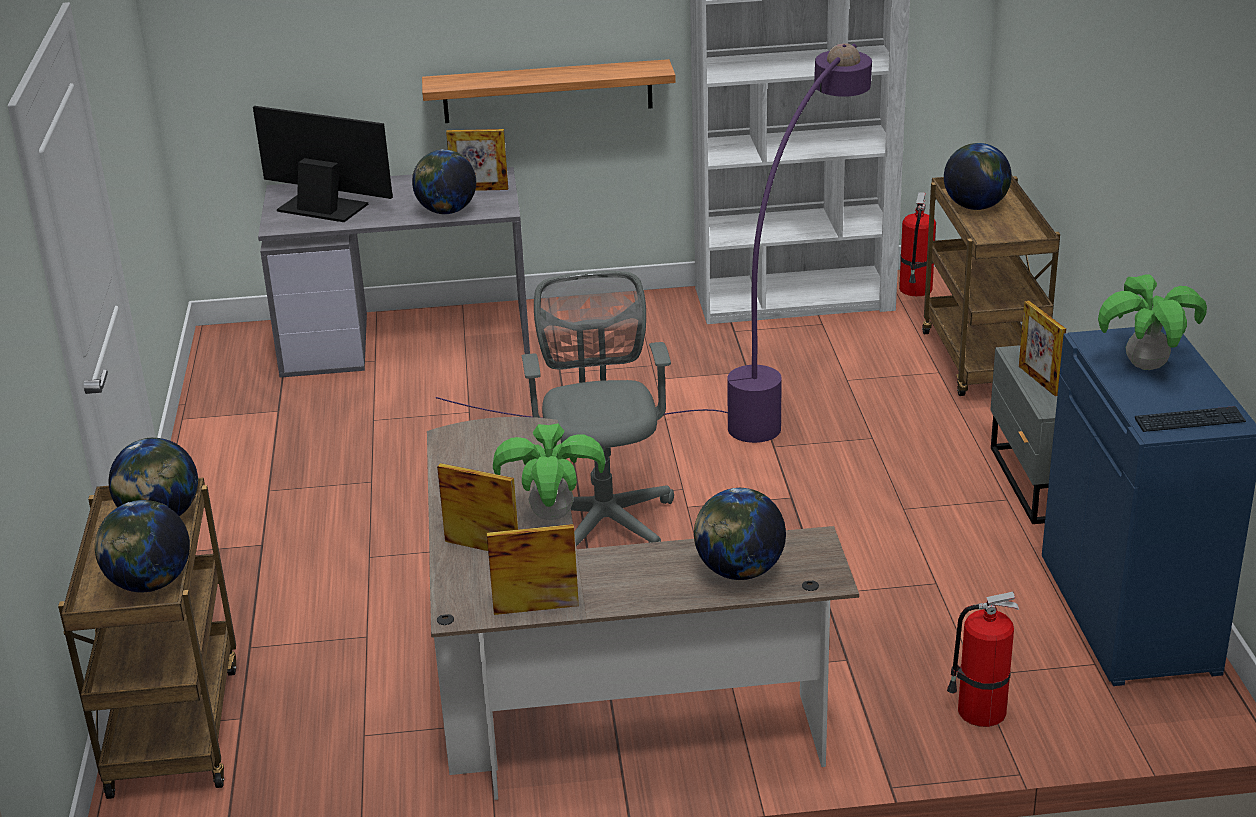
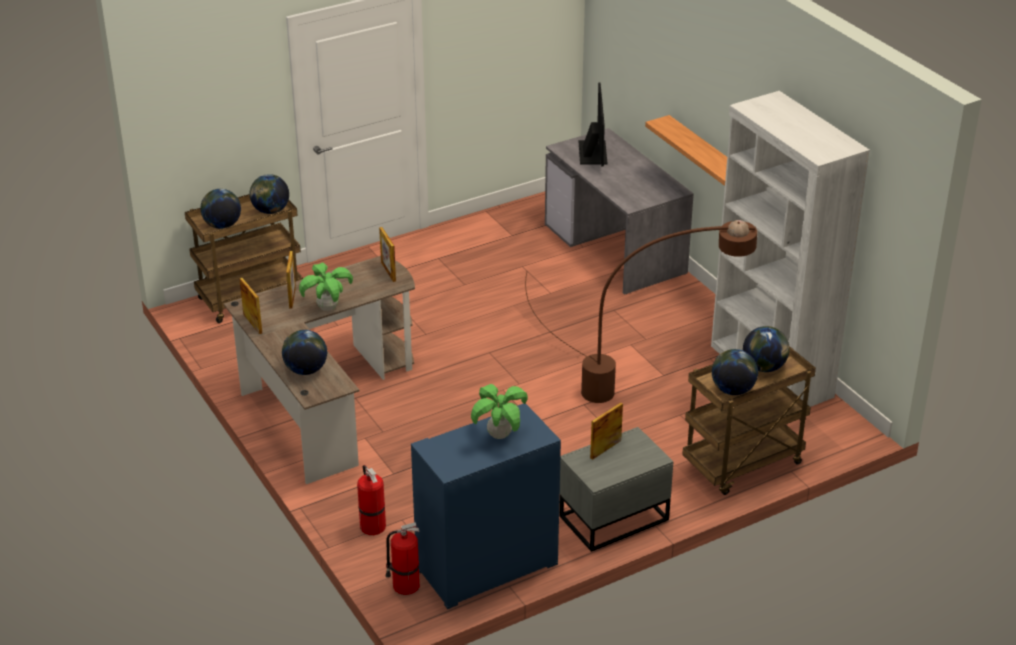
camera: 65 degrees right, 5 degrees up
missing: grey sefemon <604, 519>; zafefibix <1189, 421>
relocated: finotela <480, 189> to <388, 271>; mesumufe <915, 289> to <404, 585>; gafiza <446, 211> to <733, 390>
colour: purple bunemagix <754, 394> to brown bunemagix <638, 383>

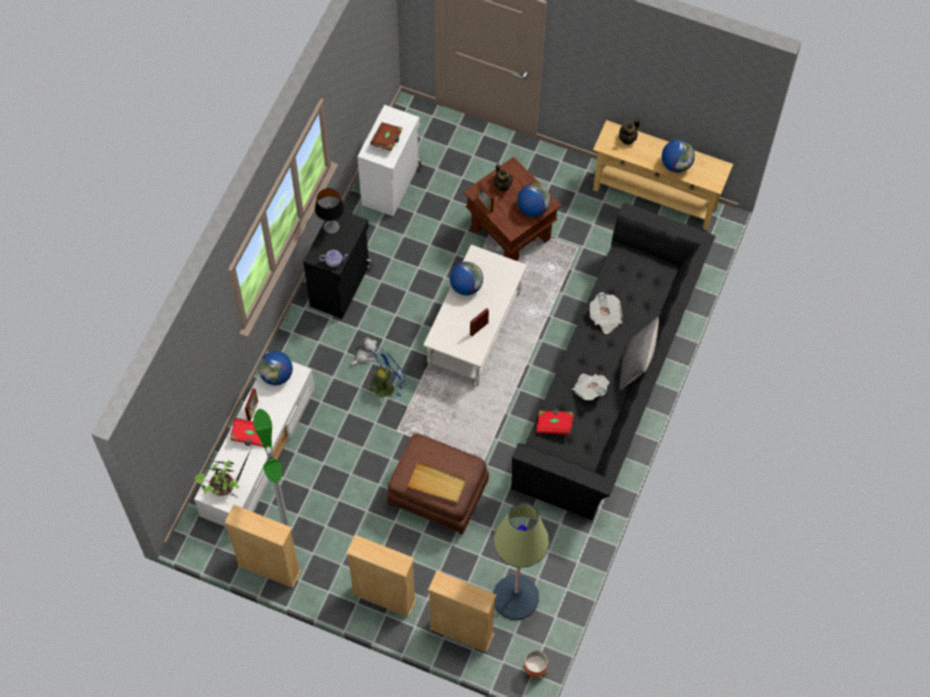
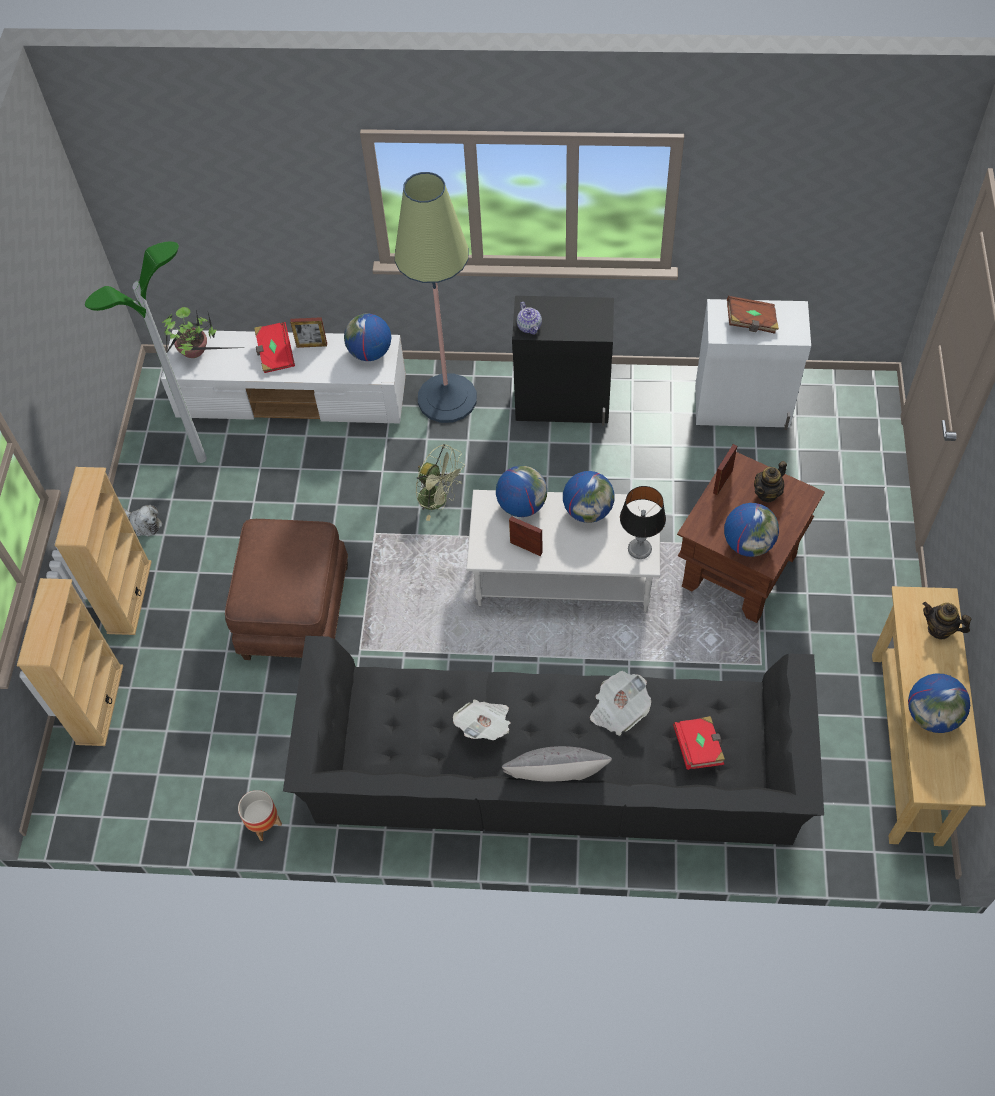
camera: 75 degrees right, 5 degrees down
missing: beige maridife <269, 568>; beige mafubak <437, 484>
appeared: gafiza <521, 505>
relocated: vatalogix <365, 355> to <144, 524>; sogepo <534, 670> to <264, 823>; bunemagix <515, 597> to <447, 399>; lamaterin <331, 227> to <639, 549>; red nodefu <554, 425> to <699, 747>
colour: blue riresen <387, 384> to green riresen <439, 500>

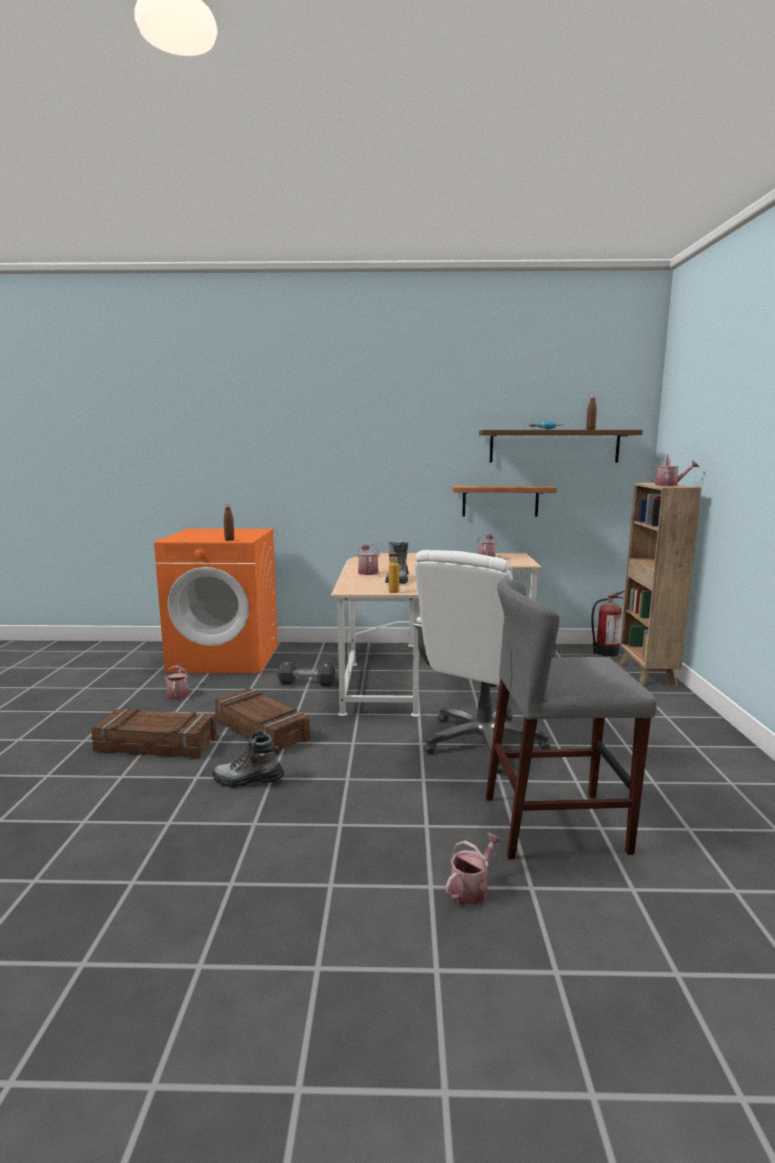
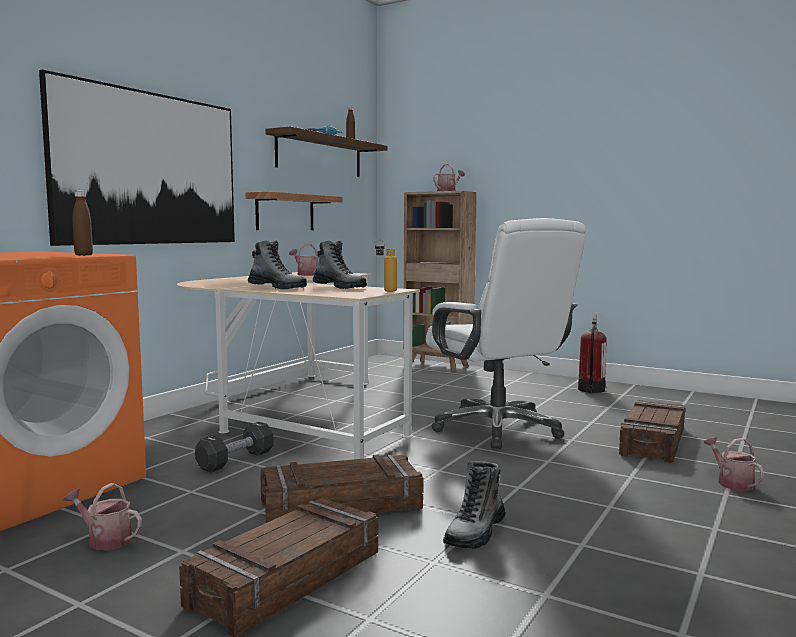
camera: 60 degrees left, 5 degrees down
appeared: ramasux <150, 169>
relocated: mesumufe <605, 653> to <591, 390>
exchanged: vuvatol <367, 572> to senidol <277, 288>; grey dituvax <555, 824> to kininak <652, 441>

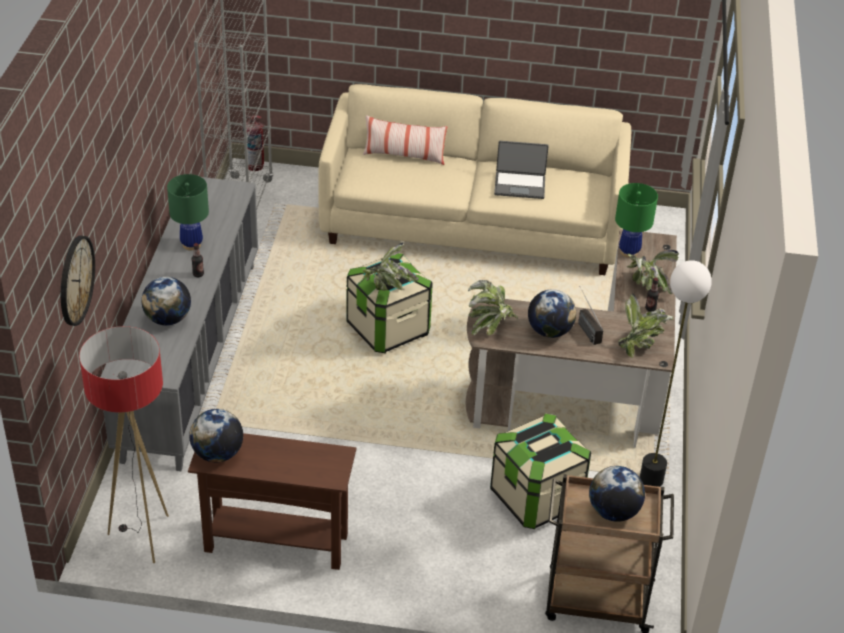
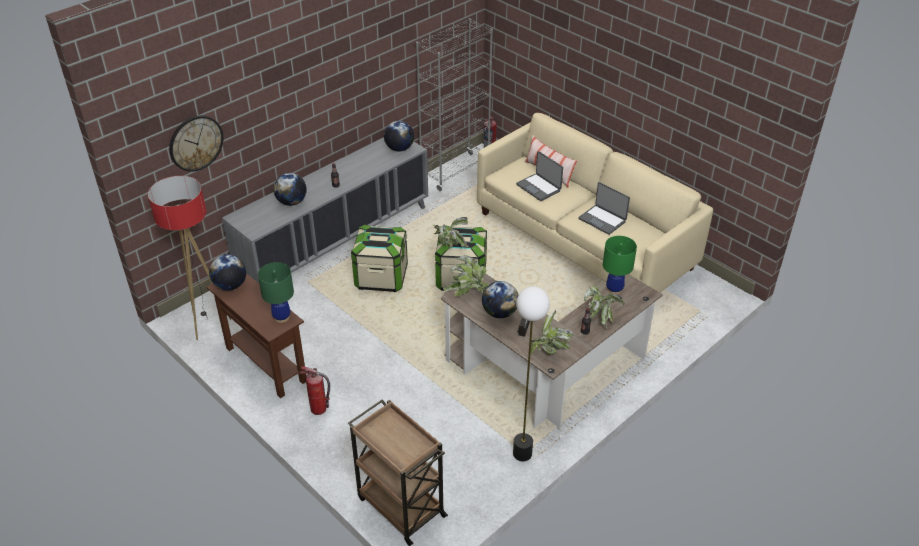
camera: 40 degrees right, 0 degrees up
appeared: mesumufe <318, 409>; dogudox <539, 187>
relocated: green lamaterin <191, 244> to <282, 317>; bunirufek <536, 498> to <381, 277>; gafiza <613, 512> to <399, 148>

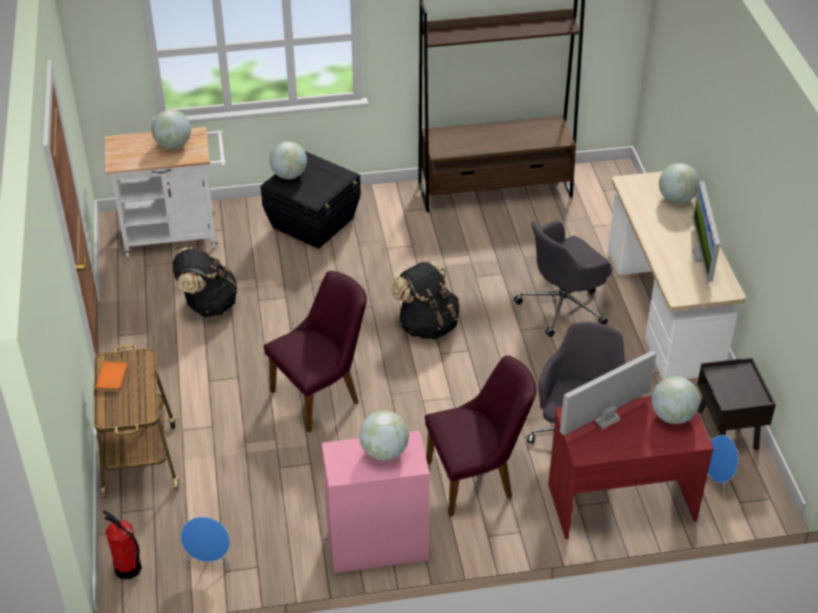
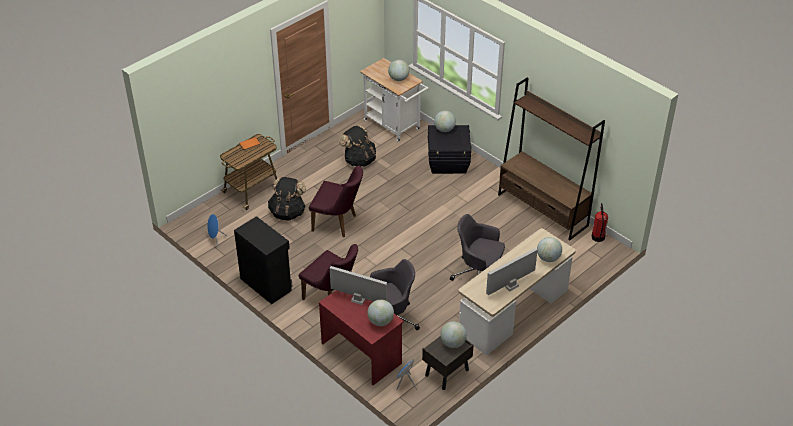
camera: 55 degrees right, 0 degrees up
relocated: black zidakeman <427, 325> to <288, 212>; gafiza <384, 452> to <453, 343>; mesumufe <128, 568> to <598, 237>
colour: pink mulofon <376, 544> to black mulofon <266, 284>

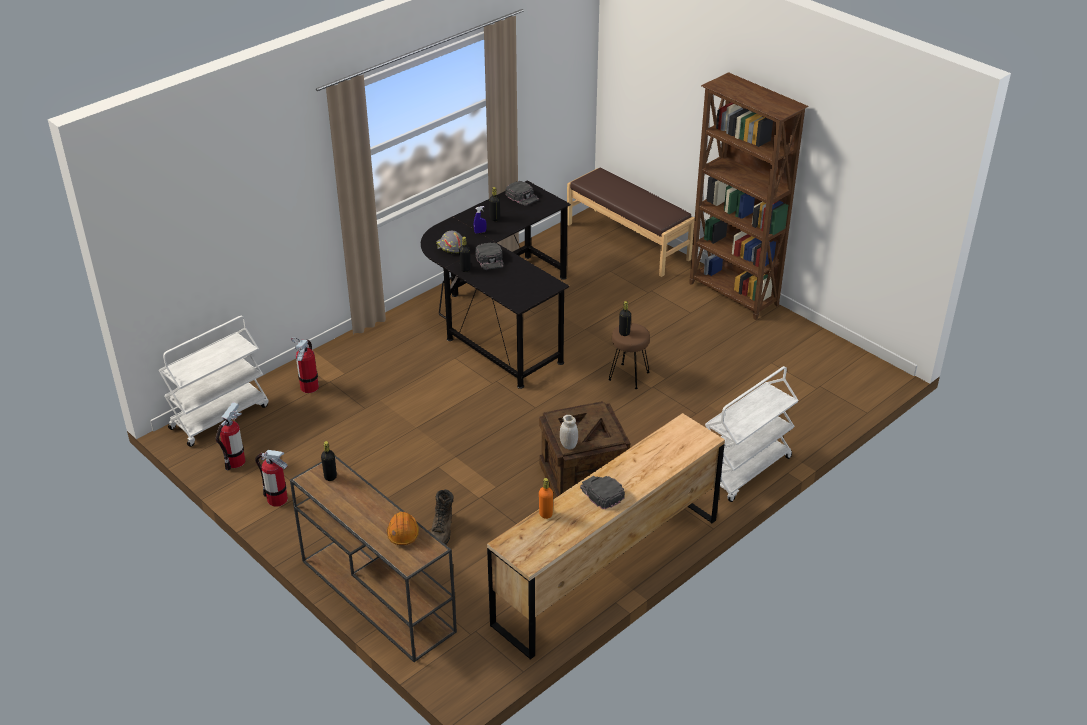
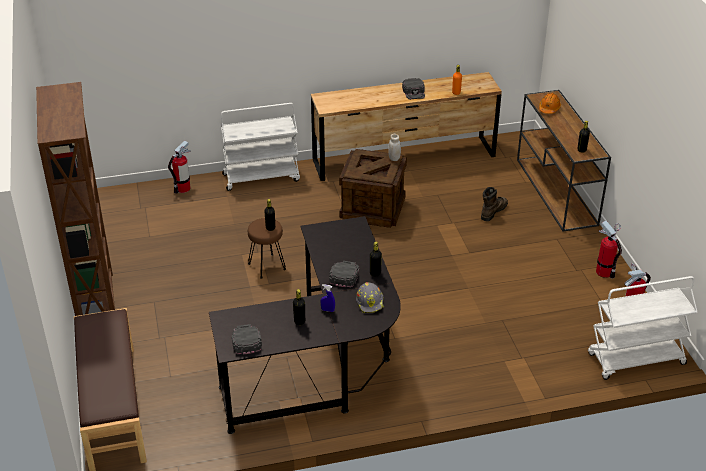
camera: 150 degrees left, 0 degrees up
relocated: mesumufe <309, 387> to <182, 188>

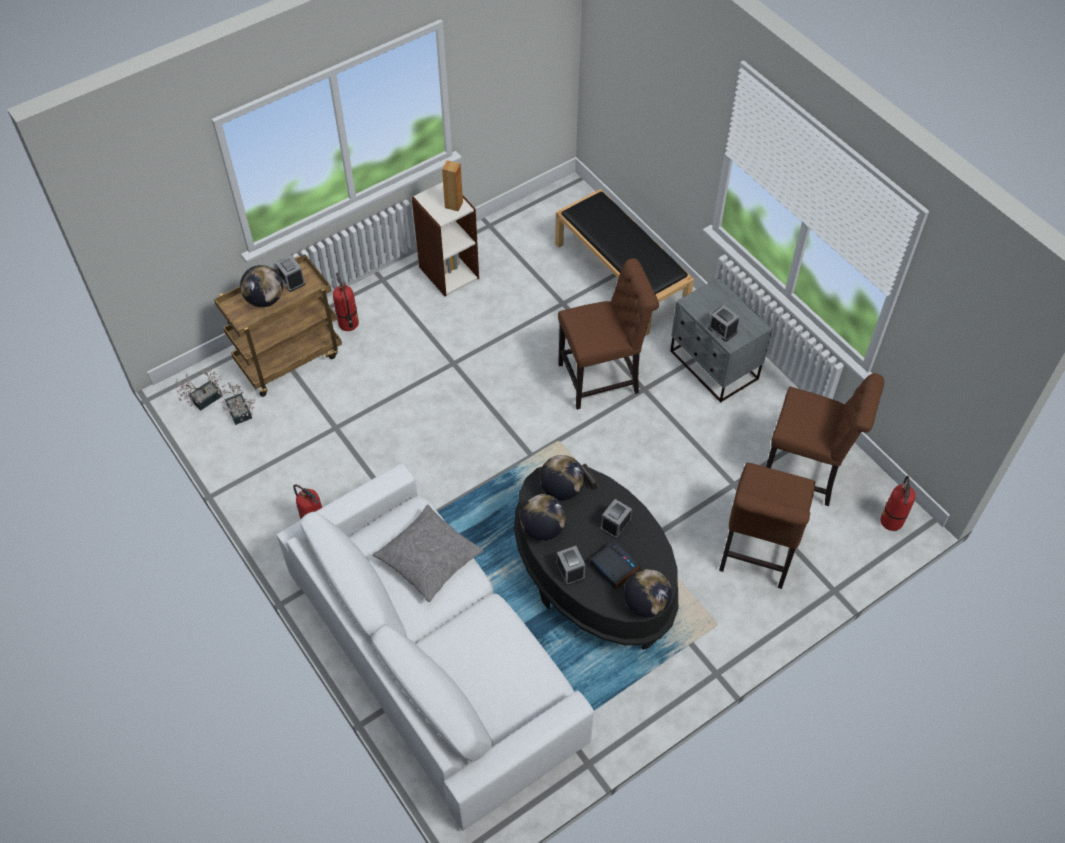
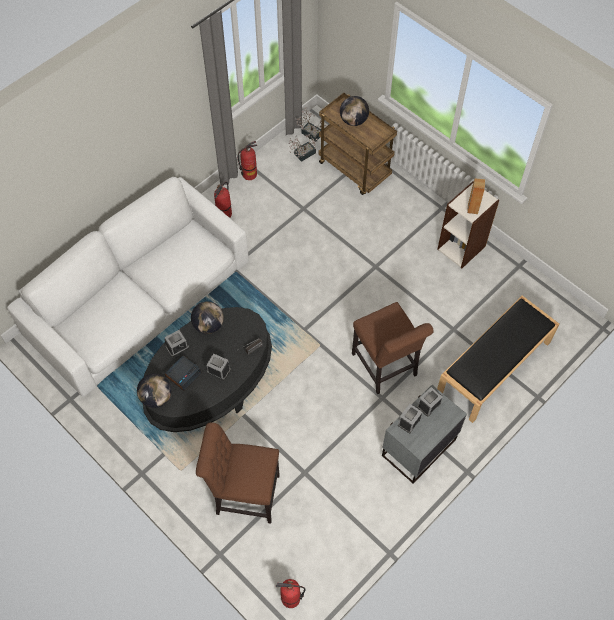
camera: 80 degrees right, 5 degrees up
missing: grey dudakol <429, 558>; gafiza <561, 489>; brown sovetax <806, 473>
relocated: mesumufe <348, 324> to <249, 174>; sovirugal <292, 280> to <429, 405>

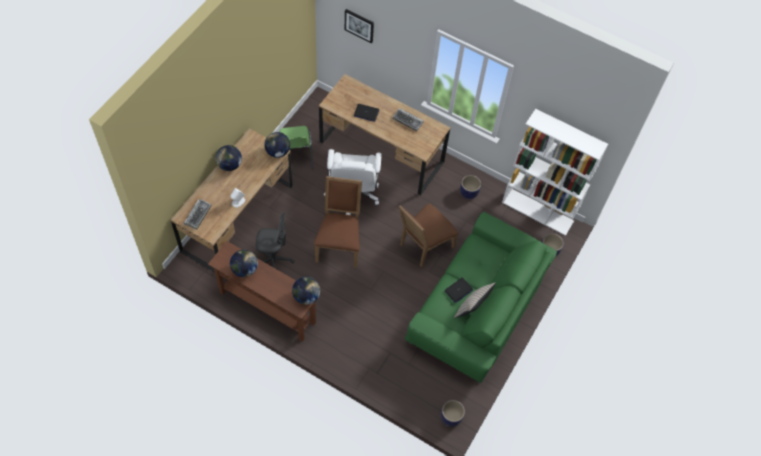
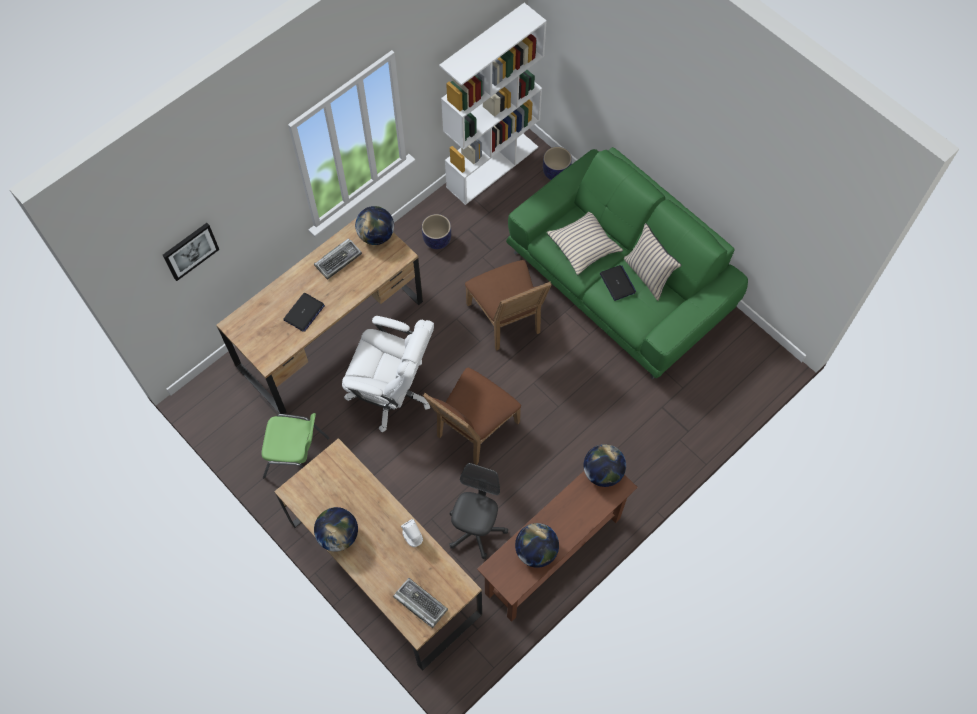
camera: 70 degrees left, 5 degrees up
missing: sogepo <451, 417>
appeared: beige dudakol <584, 245>
relocated: gafiza <278, 152> to <376, 235>
spun: brown sovetax <339, 244> = <473, 430> 75 degrees counterclockwise

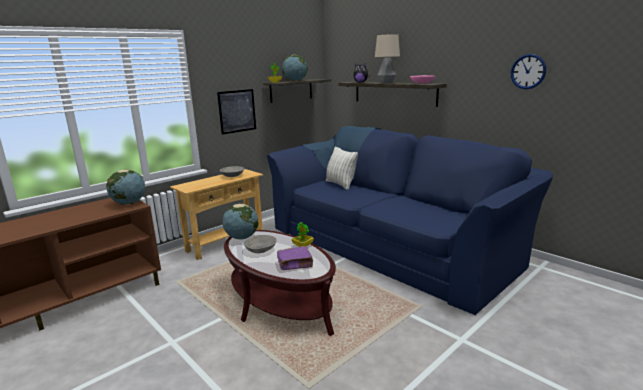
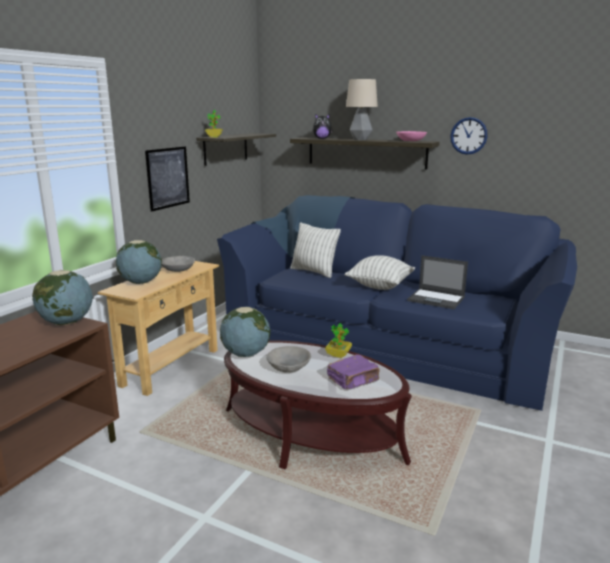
camera: 20 degrees left, 0 degrees up
appeared: dudakol <380, 286>; dogudox <437, 299>
relocated: gafiza <295, 81> to <140, 282>; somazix <528, 71> to <468, 136>

